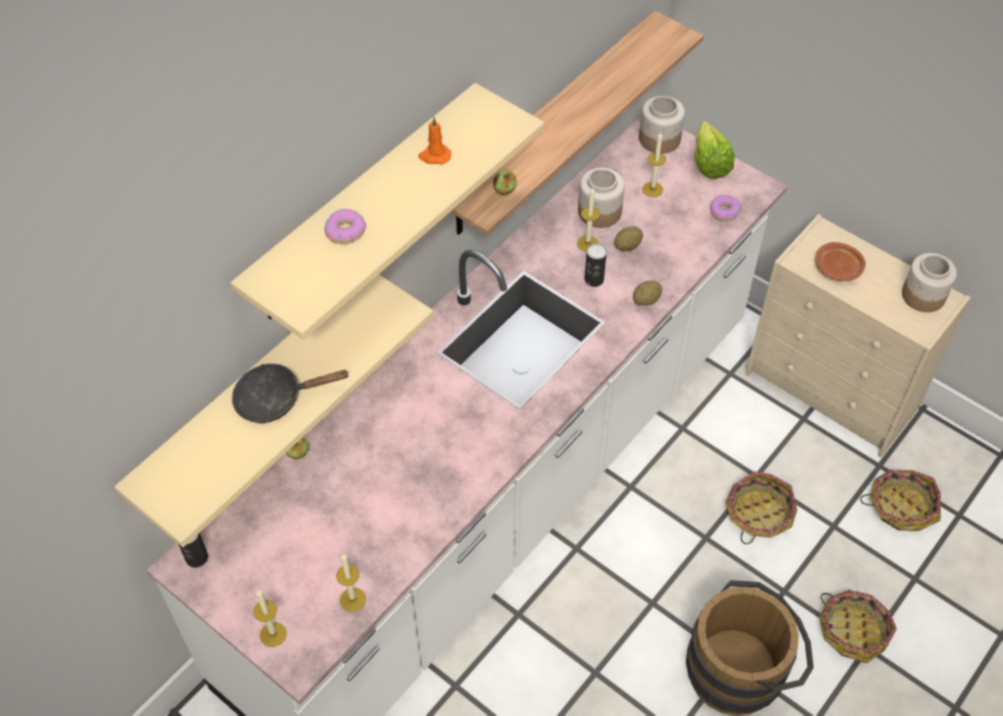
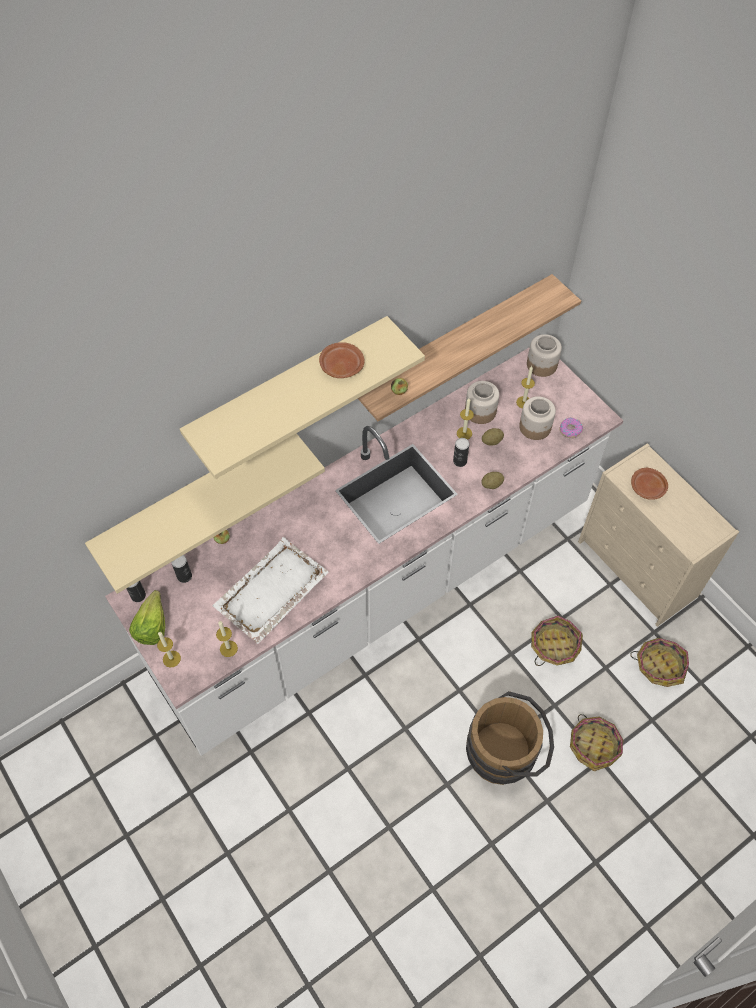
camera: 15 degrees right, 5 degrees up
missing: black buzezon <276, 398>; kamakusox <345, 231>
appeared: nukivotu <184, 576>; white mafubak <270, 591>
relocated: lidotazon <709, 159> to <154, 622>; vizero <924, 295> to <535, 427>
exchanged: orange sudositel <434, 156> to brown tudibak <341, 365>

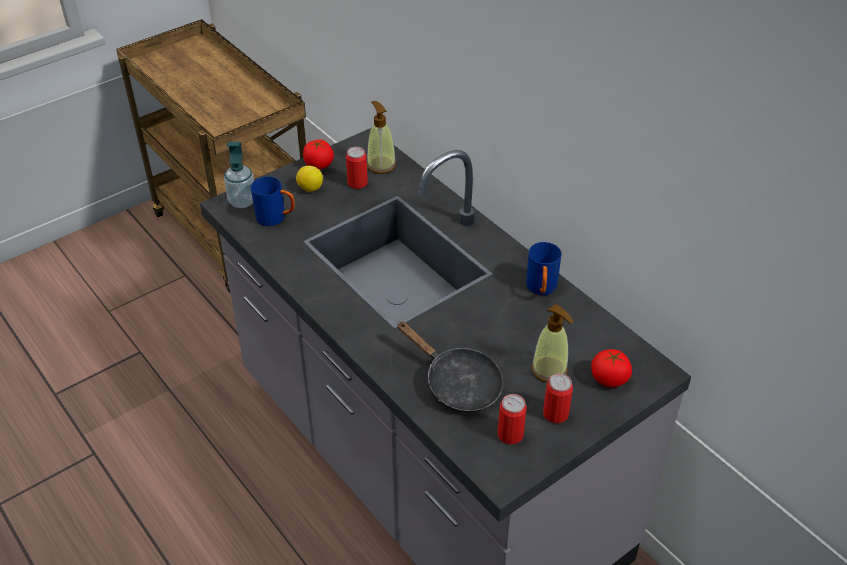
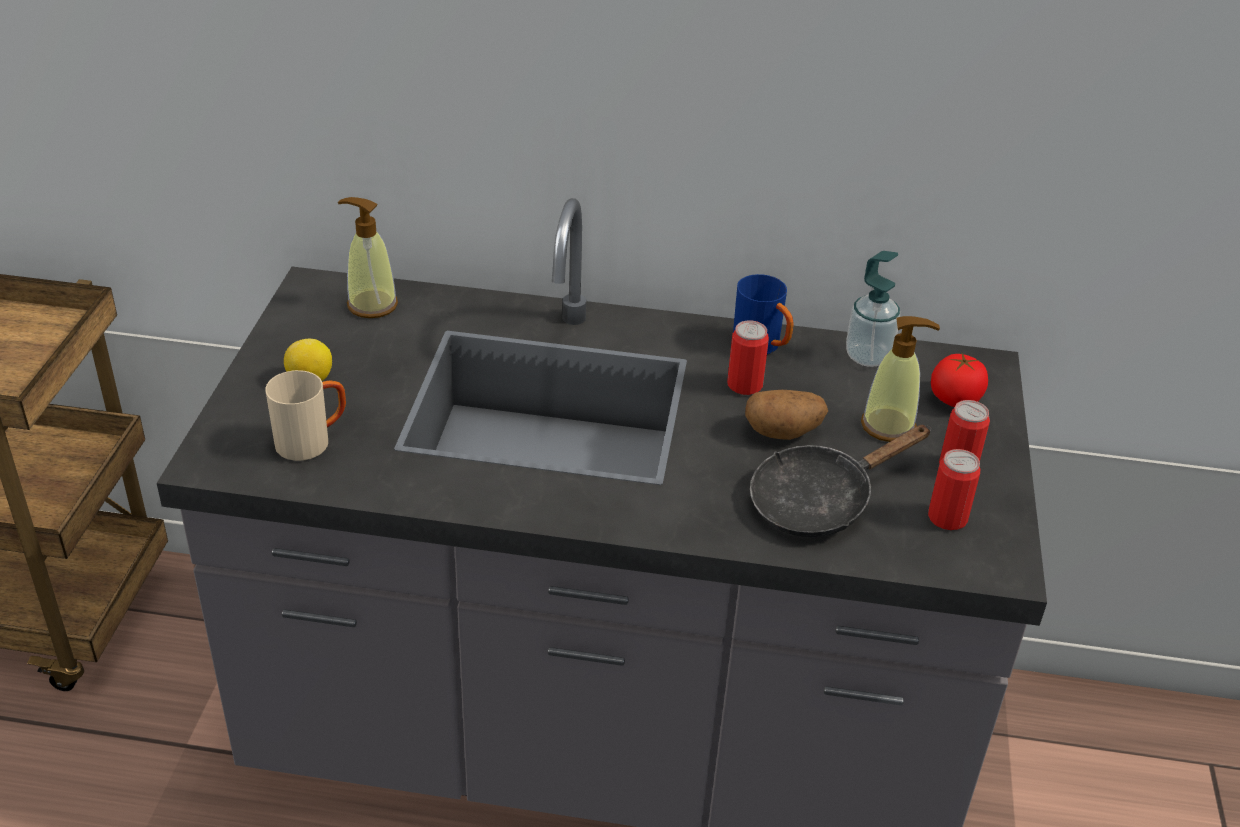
camera: 45 degrees left, 5 degrees down
missing: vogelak <318, 165>
appeared: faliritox <783, 432>
relocated: nukivotu <357, 183> to <744, 385>; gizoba <242, 201> to <868, 356>
colour: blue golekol <276, 218> to beige golekol <312, 441>
spun: black buzezon <457, 384> = <819, 501> 150 degrees clockwise

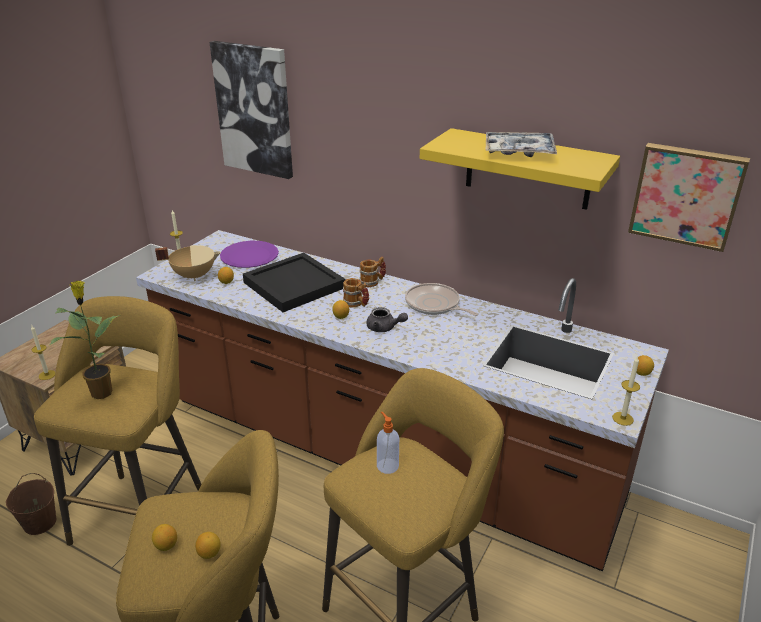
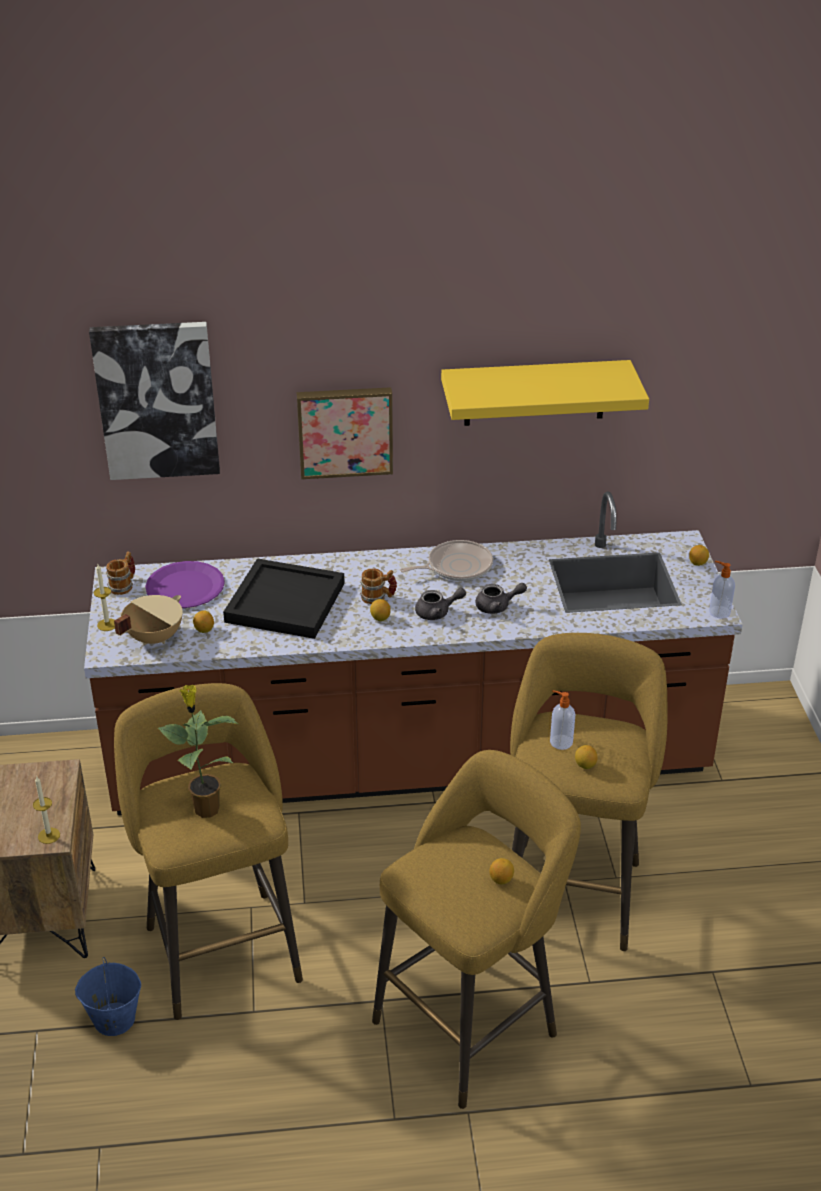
camera: 35 degrees left, 5 degrees up
missing: mafubak <519, 152>
appeared: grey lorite <497, 606>
relocated: golekol <372, 282> to <124, 585>; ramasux <686, 195> to <345, 431>; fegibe <166, 545> to <585, 765>
exchanged: sudositel <622, 418> to gizoba <718, 612>
colour: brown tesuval <39, 523> to blue tesuval <113, 1019>
spun: buzezon <434, 305> = <456, 567> 150 degrees clockwise

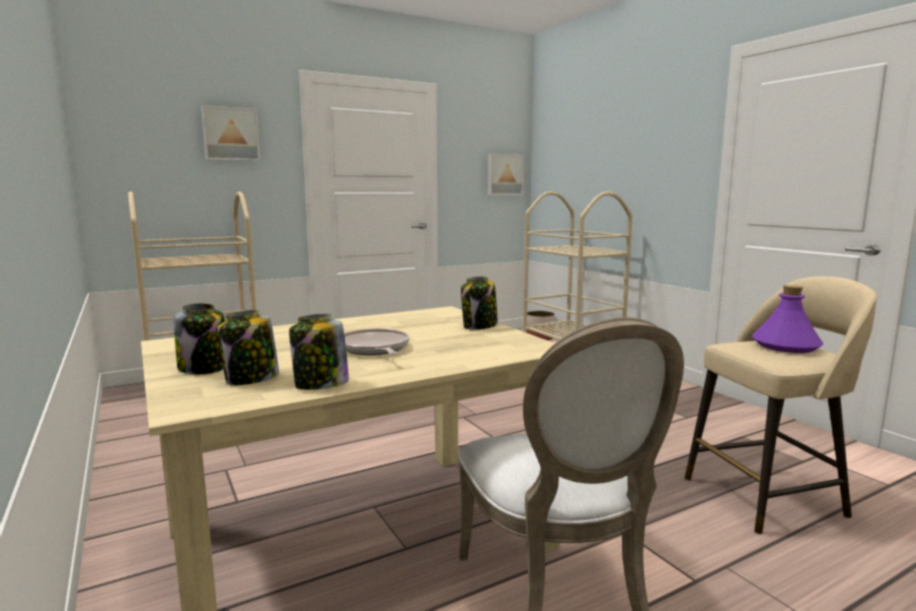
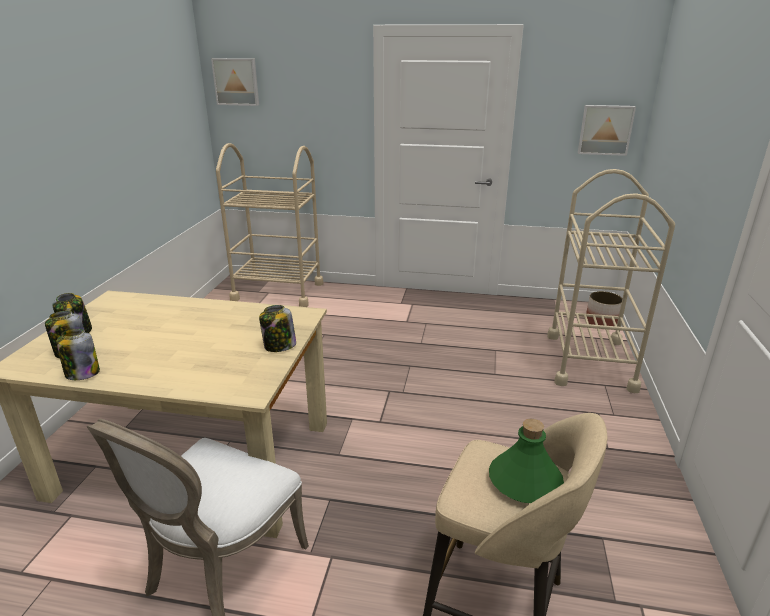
camera: 40 degrees right, 15 degrees up
missing: buzezon <374, 349>
relocated: ramasux <230, 134> to <236, 81>
colour: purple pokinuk <786, 346> to green pokinuk <525, 481>

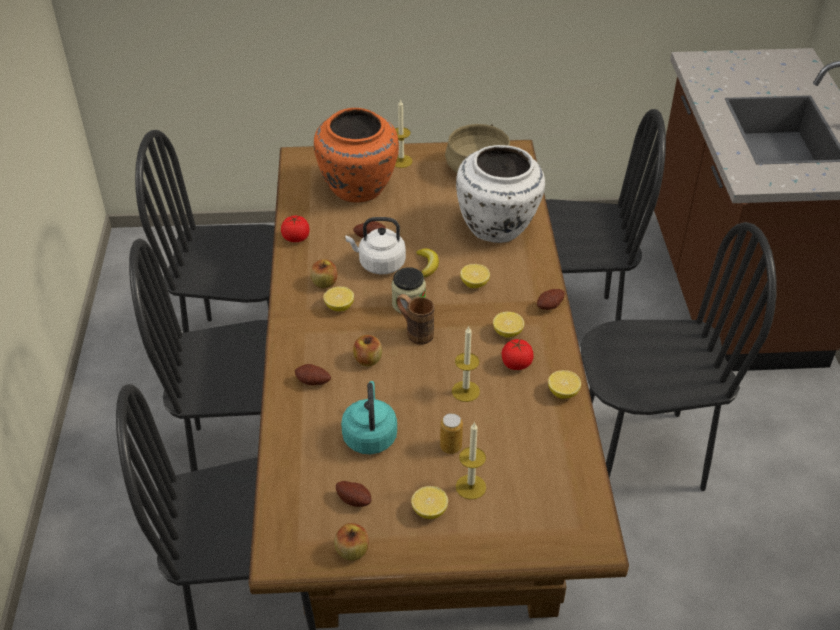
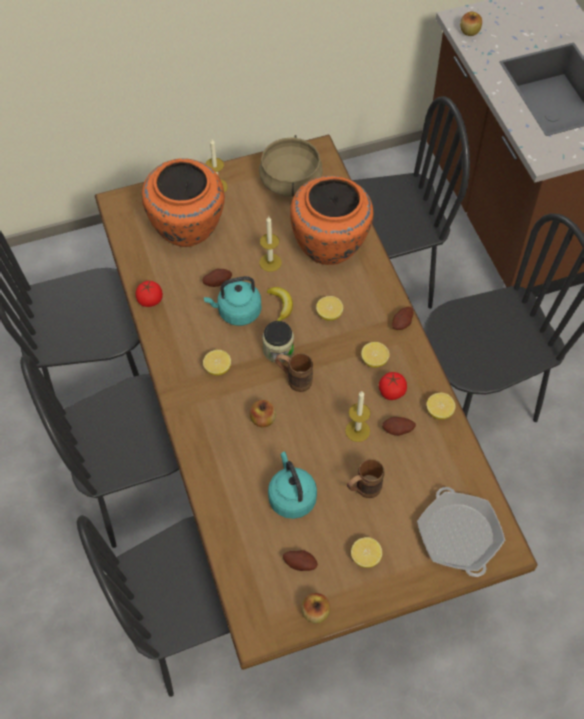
camera: 15 degrees left, 15 degrees up
appeared: buzezon <459, 535>
relocated: sudositel <470, 487> to <270, 262>; faliritox <313, 383> to <398, 431>; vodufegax <324, 283> to <469, 32>
exchanged: nukivotu <450, 447> to brown golekol <363, 490>
colour: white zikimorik <379, 264> to turquoise zikimorik <237, 312>; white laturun <498, 229> to orange laturun <331, 247>

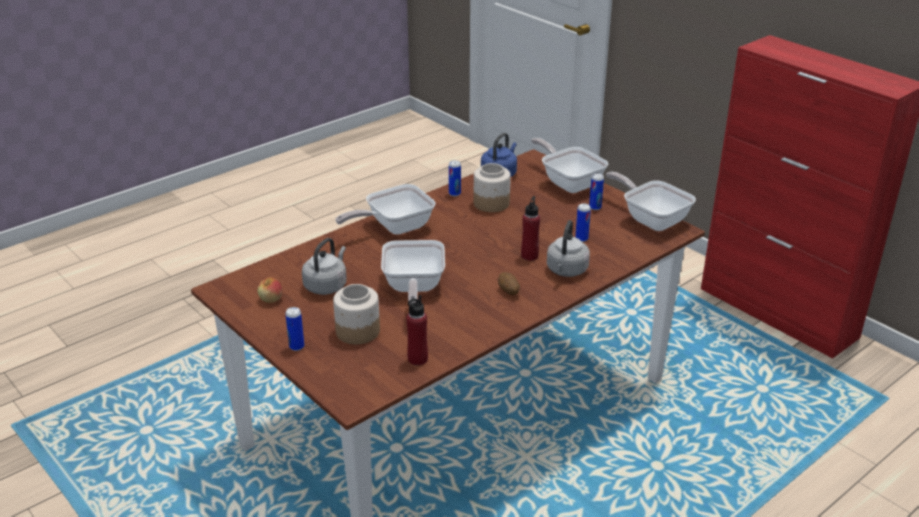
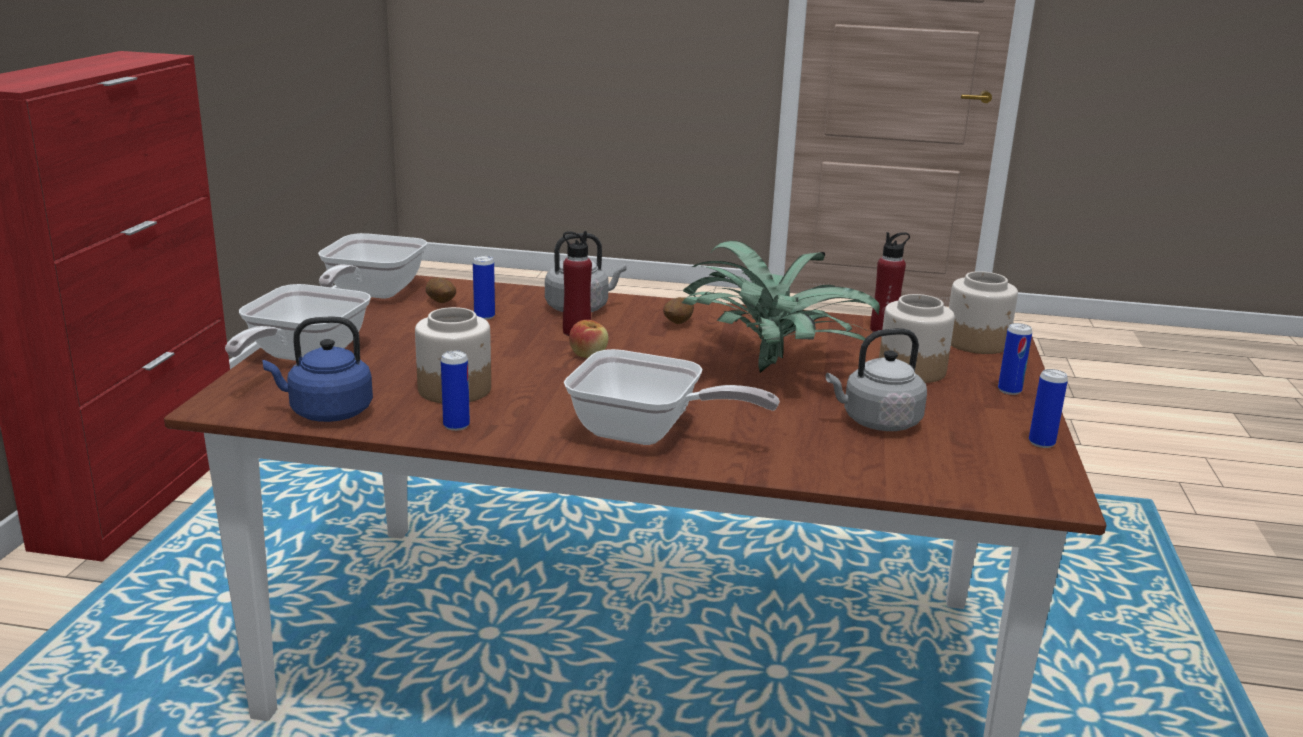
camera: 130 degrees left, 10 degrees down
appeared: faliritox <441, 302>; vizero <977, 343>
relocated: vodufegax <271, 299> to <588, 354>; nukivotu <595, 207> to <1041, 443>
exchanged: buzezon <413, 288> to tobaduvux <772, 370>

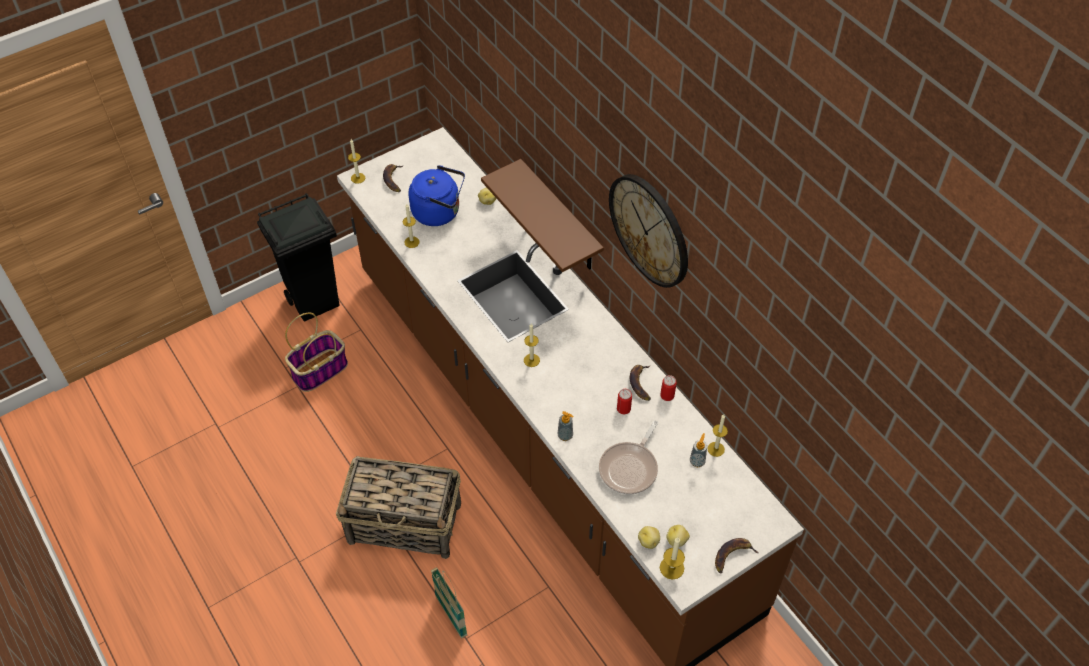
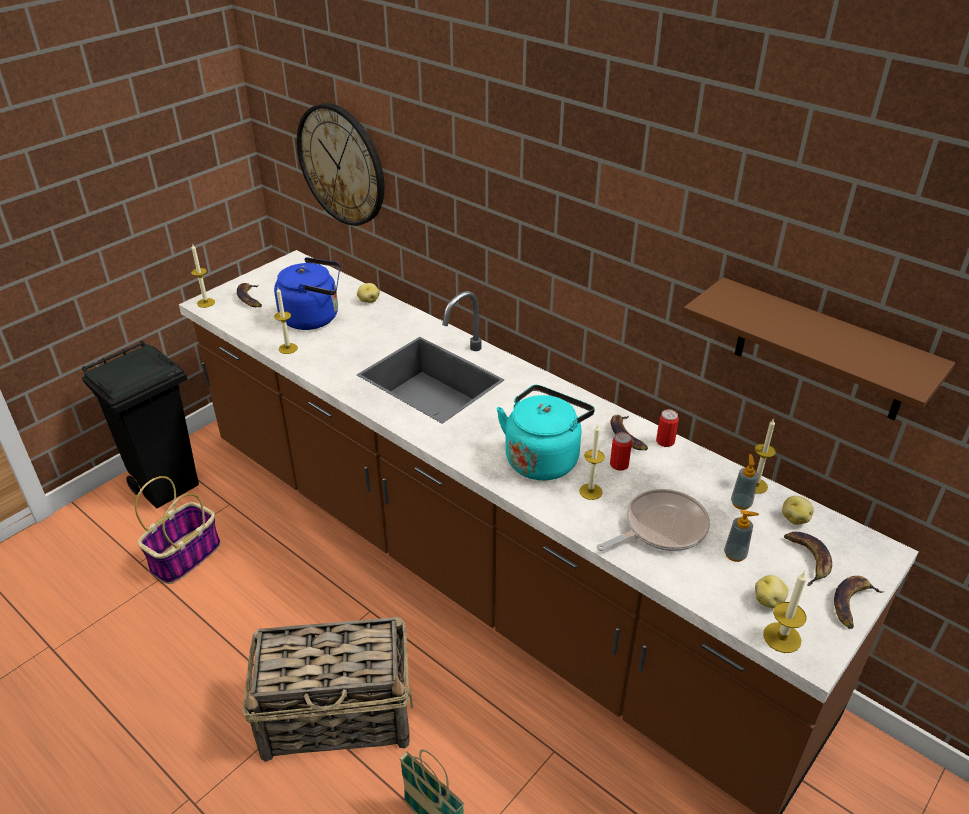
camera: 15 degrees left, 15 degrees down
appeared: turquoise zikimorik <543, 458>; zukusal <808, 559>
relocated: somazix <650, 230> to <342, 165>; sudositel <531, 360> to <590, 491>; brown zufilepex <560, 218> to <821, 351>; gizoba <565, 435> to <735, 554>; faliritox <648, 541> to <795, 518>
spun: buzezon <630, 468> = <661, 528> 135 degrees counterclockwise

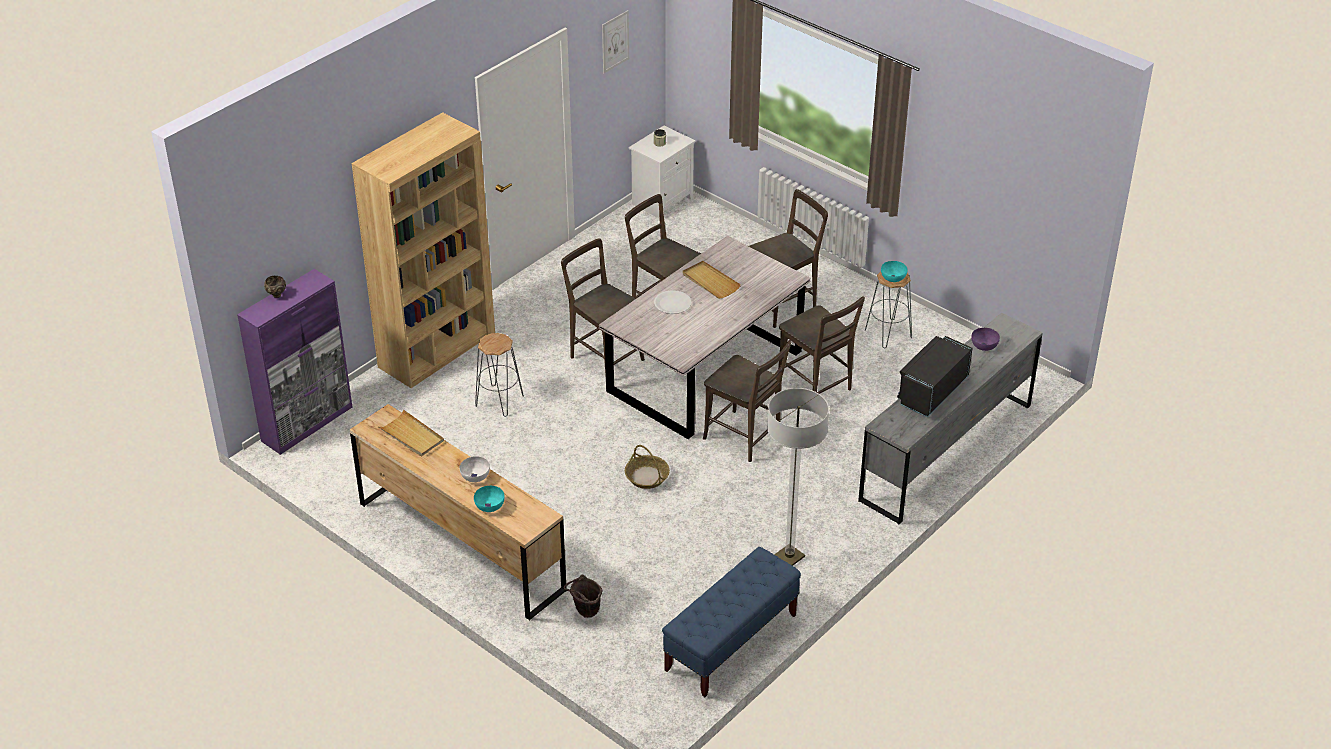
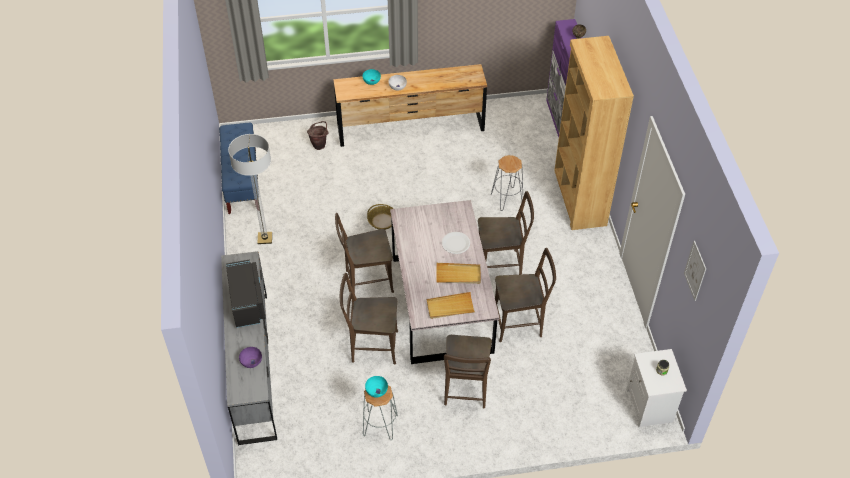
camera: 130 degrees right, 10 degrees up
relocated: beige mafubak <412, 436> to <450, 307>

